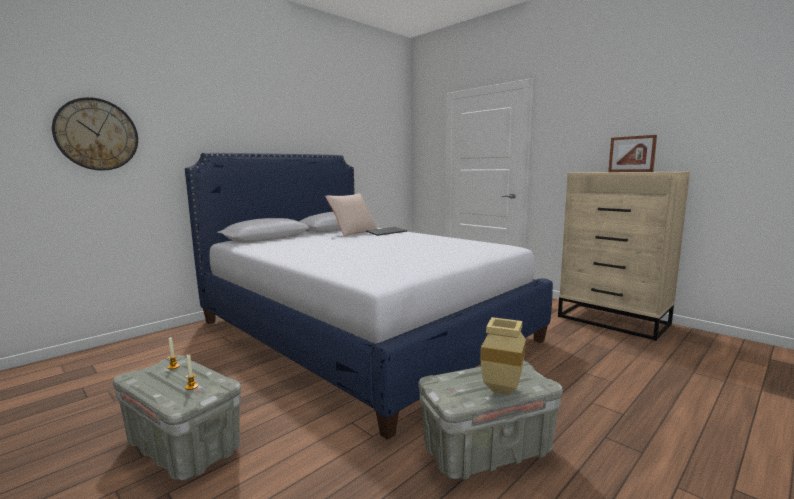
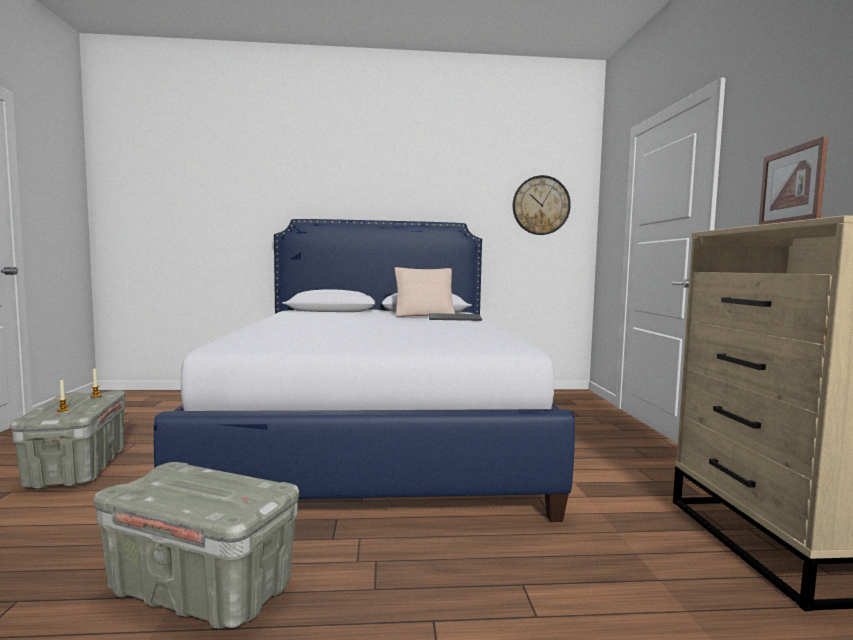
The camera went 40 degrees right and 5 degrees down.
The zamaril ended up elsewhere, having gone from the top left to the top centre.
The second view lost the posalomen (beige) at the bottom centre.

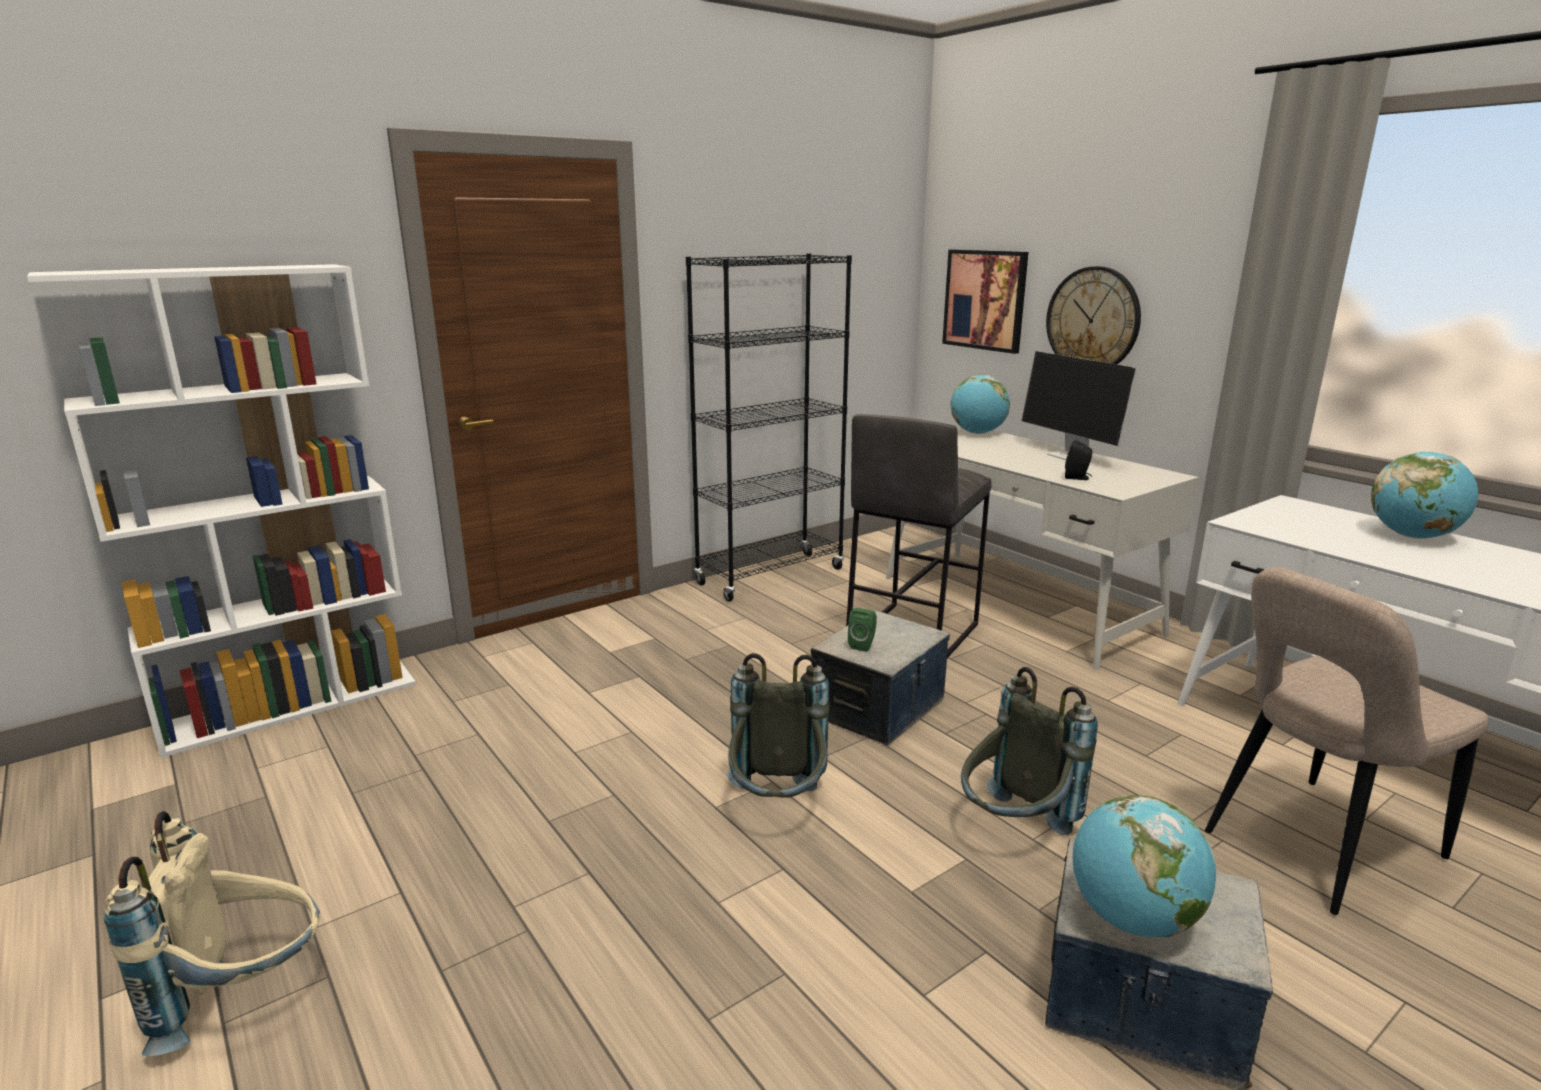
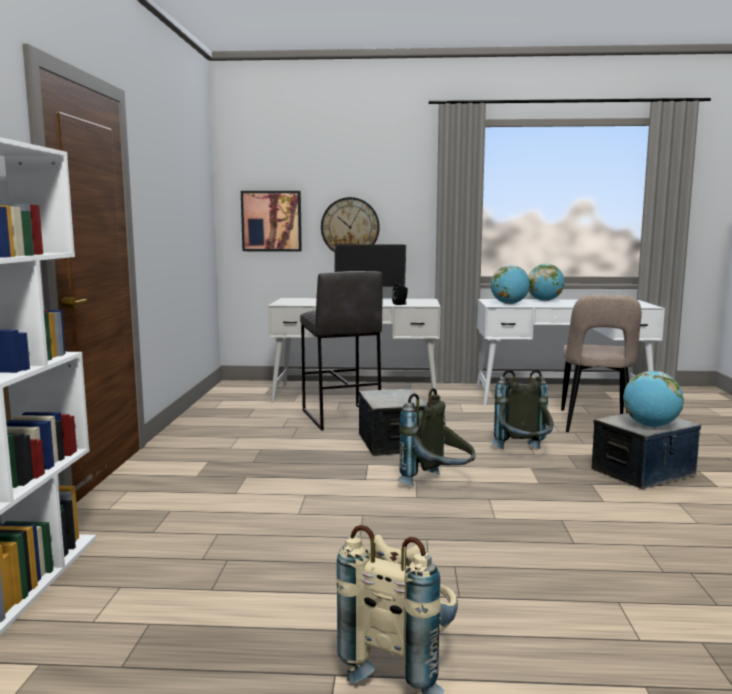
The camera went 50 degrees left and 10 degrees down.
The second view lost the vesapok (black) at the centre.
The second view lost the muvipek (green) at the centre.
The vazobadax (no. 1 from left) ended up elsewhere, having gone from the centre to the middle right.

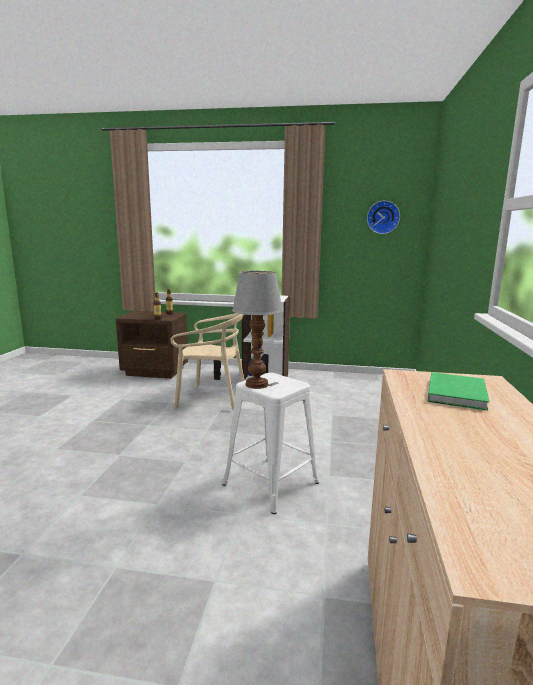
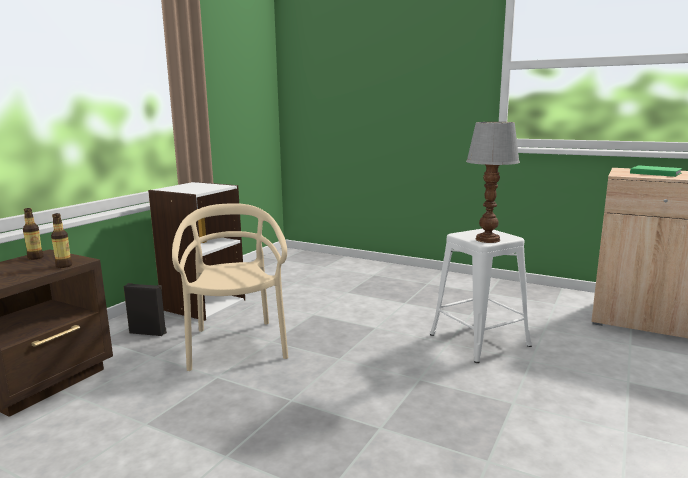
The camera went 70 degrees left and 0 degrees up.
The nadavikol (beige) at the centre ended up facing another way, 45 degrees counterclockwise from before.
The second view lost the zamaril at the top right.

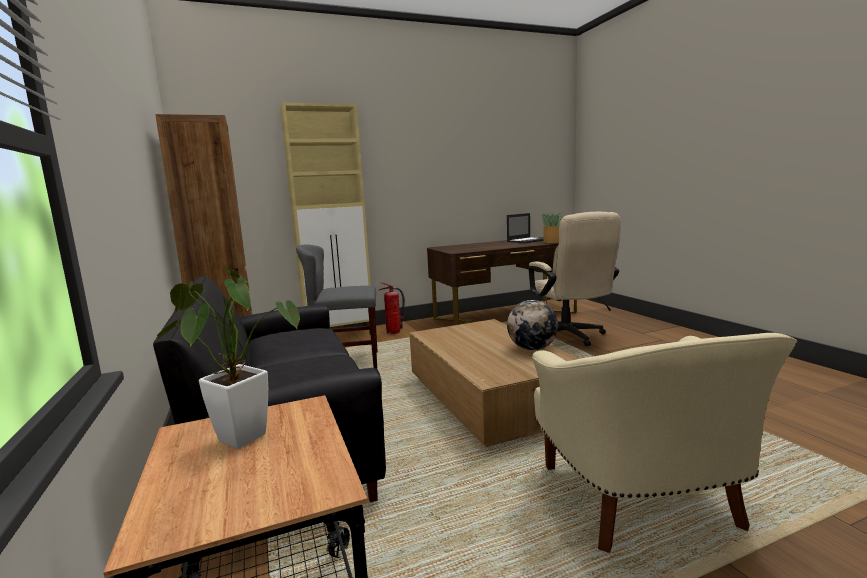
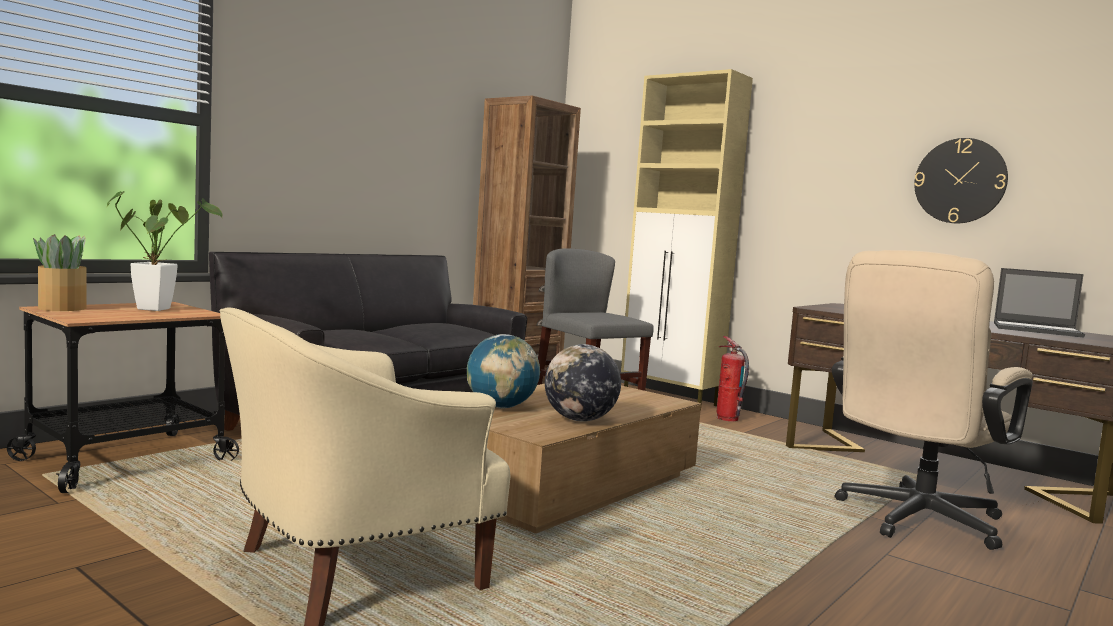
The camera went 60 degrees right and 5 degrees down.
The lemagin (no. 2 from left in the first image) ended up elsewhere, having gone from the centre to the middle left.
The second view gained the vazobadax (no. 1 from left) at the centre.
The second view gained the zamaril at the top right.

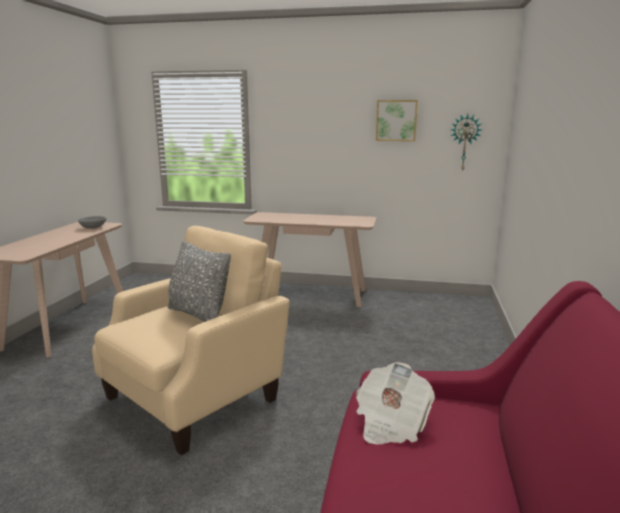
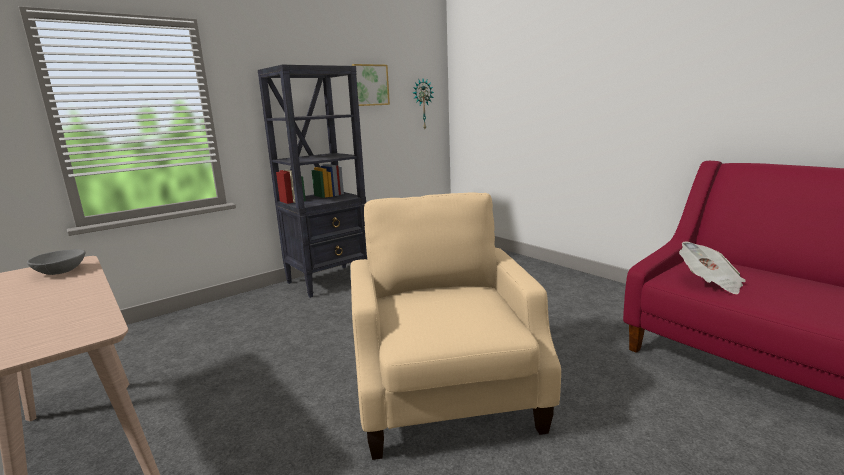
The camera went 50 degrees left and 0 degrees up.
The second view lost the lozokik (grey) at the middle left.
Where the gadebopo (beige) (no. 2 from left) stood at the centre, the vesapok (black) came to stand at the centre.

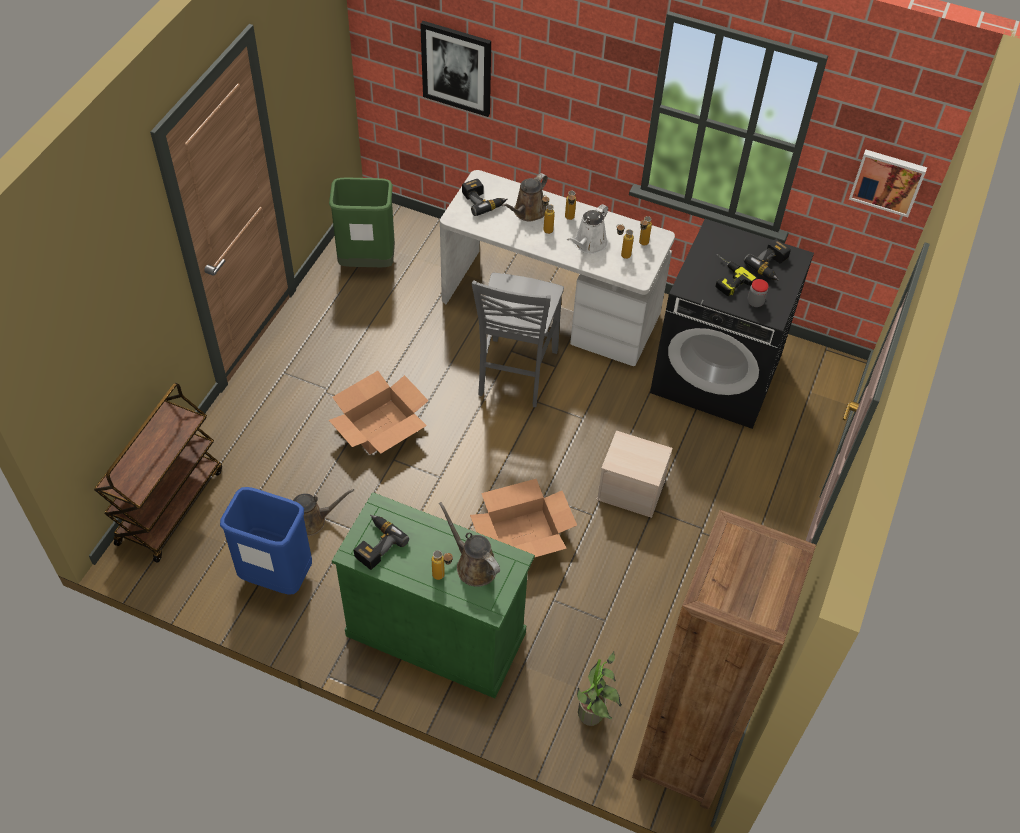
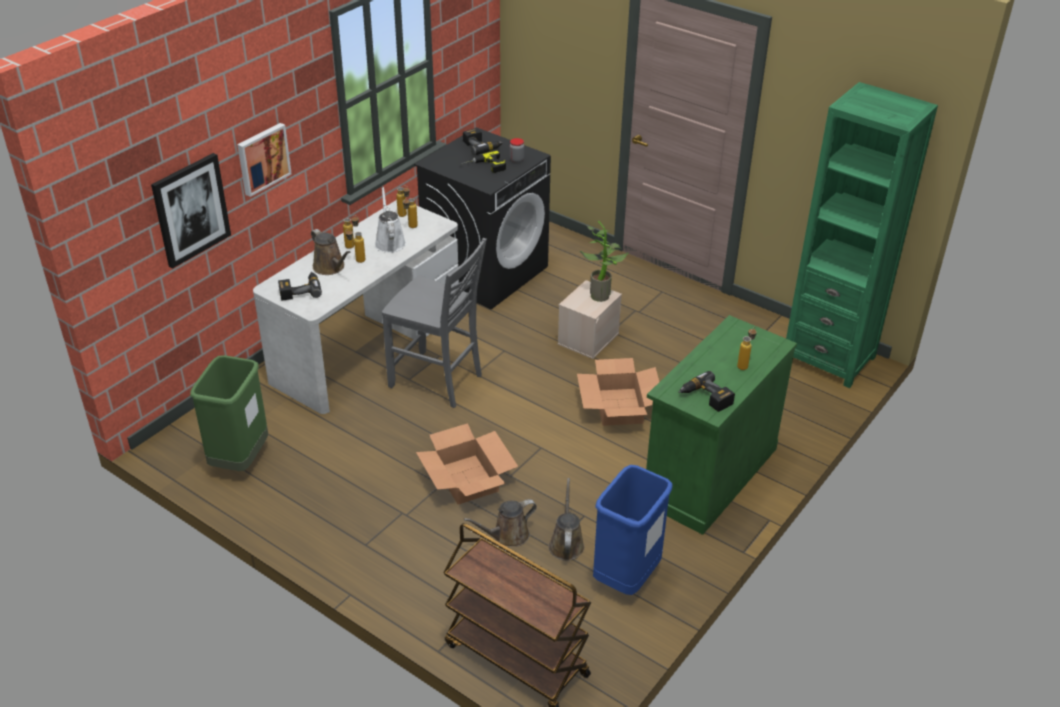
The camera went 75 degrees left and 15 degrees down.
The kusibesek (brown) (no. 2 from left) ended up elsewhere, having gone from the centre to the bottom centre.
The kusibesek (white) at the top centre ended up facing another way, 150 degrees counterclockwise from before.
The lemagin ended up elsewhere, having gone from the bottom centre to the centre.
What was the vesapok (brown) at the bottom right turned into the vesapok (green) at the top right.
The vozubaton (no. 2 from left) ended up elsewhere, having gone from the top right to the top left.

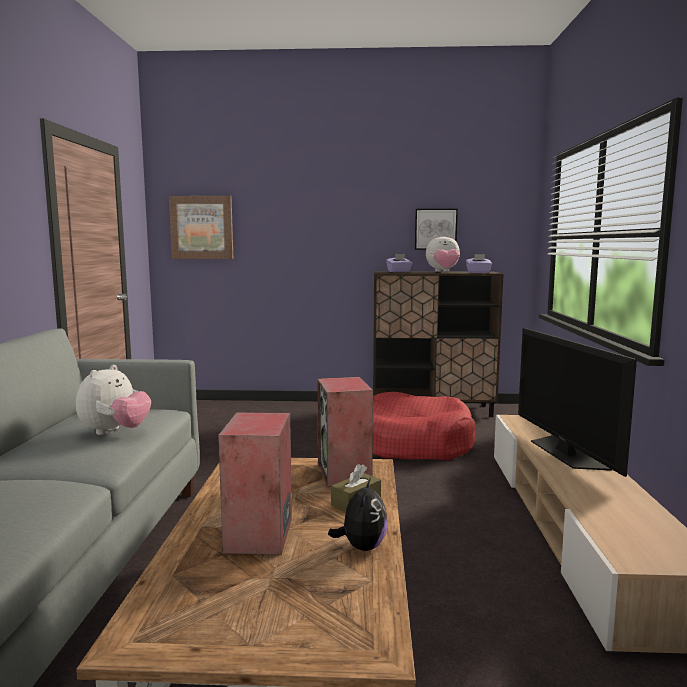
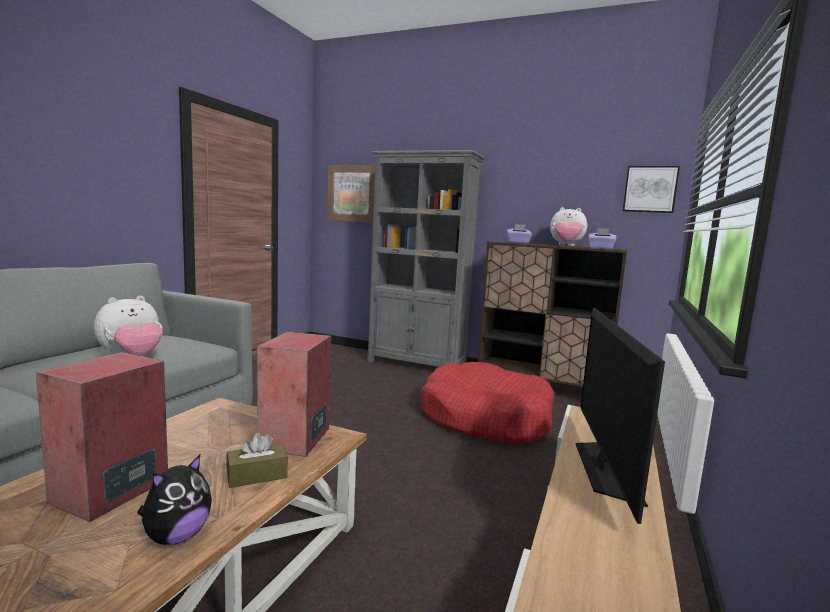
The camera went 20 degrees right and 0 degrees up.
The vozubaton (no. 2 from left) ended up elsewhere, having gone from the centre to the top right.
The second view gained the vesapok (grey) at the centre.

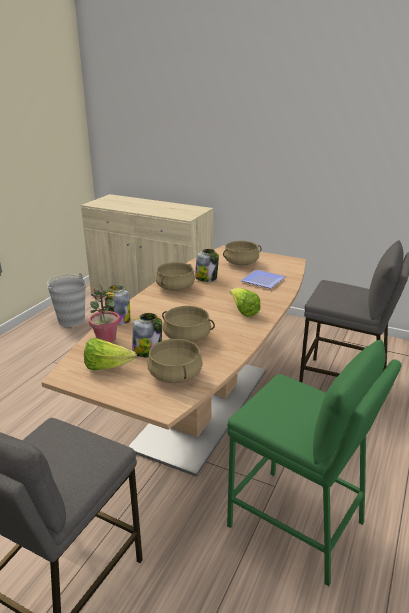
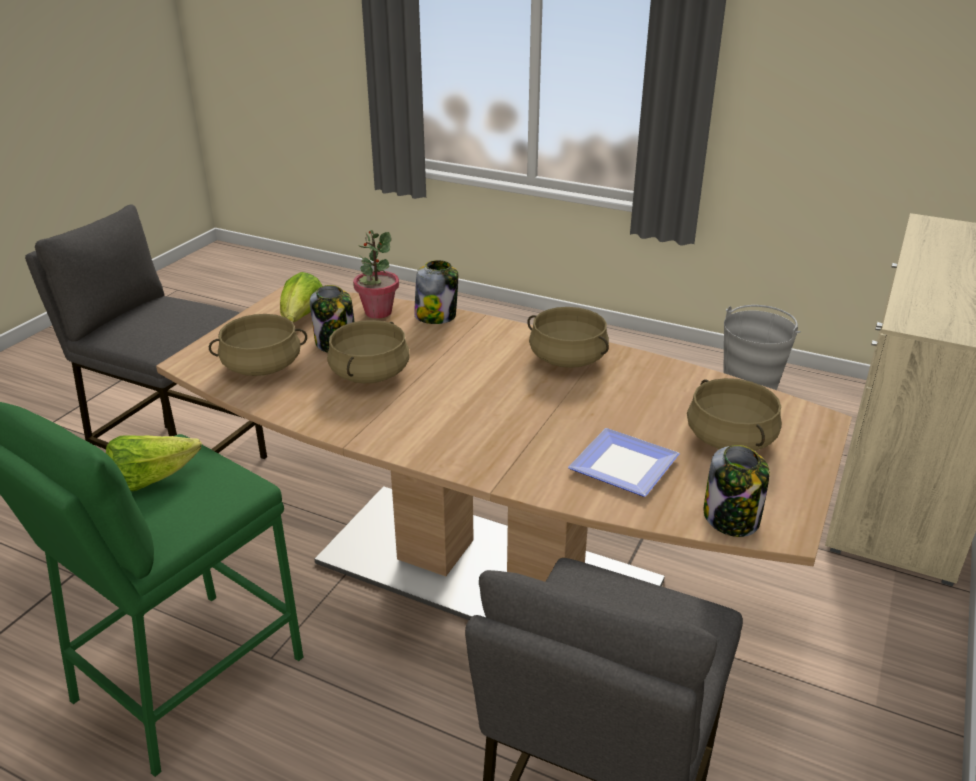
The camera went 90 degrees right and 5 degrees up.
The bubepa (no. 3 from left) ended up elsewhere, having gone from the centre to the middle right.
The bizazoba (no. 2 from left in the first image) ended up elsewhere, having gone from the centre to the middle left.

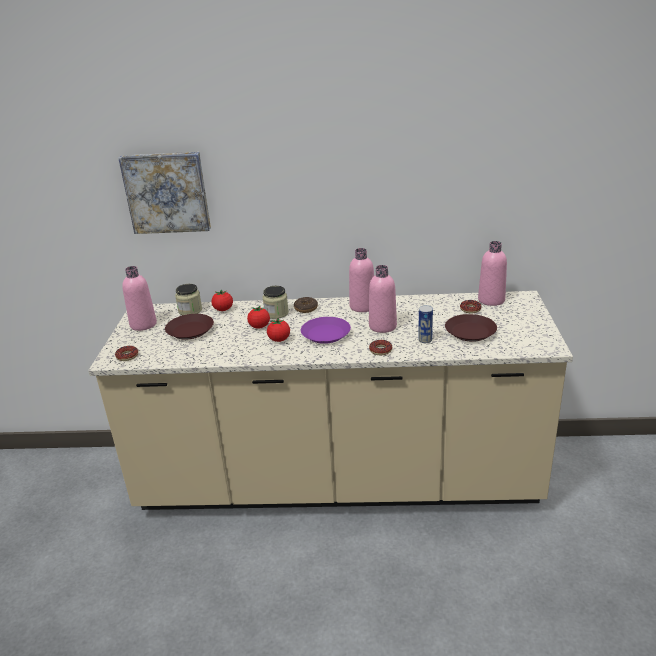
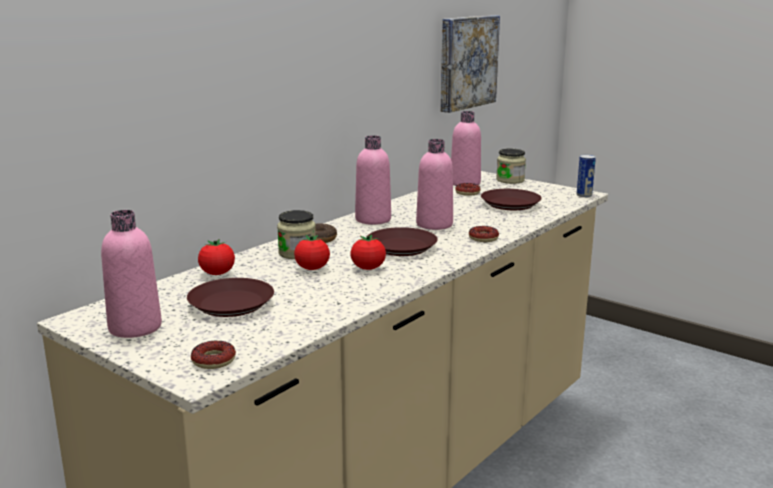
The camera went 55 degrees left and 10 degrees down.
The vozubaton ended up elsewhere, having gone from the top left to the top centre.
The bubepa (no. 1 from left in the first image) ended up elsewhere, having gone from the middle left to the centre.
What was the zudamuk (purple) at the centre turned into the zudamuk (brown) (no. 2 from left) at the centre.
The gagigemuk ended up elsewhere, having gone from the centre to the middle right.

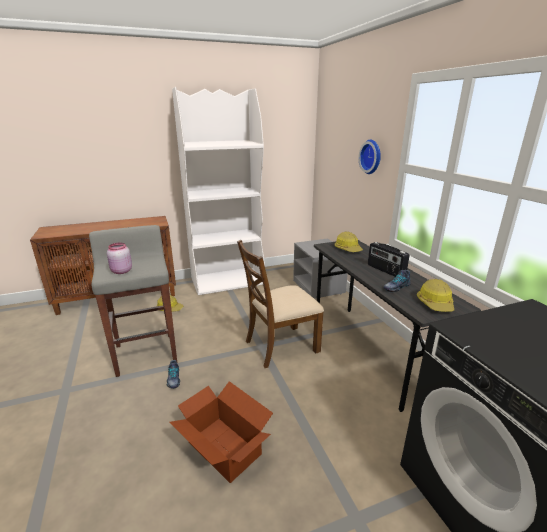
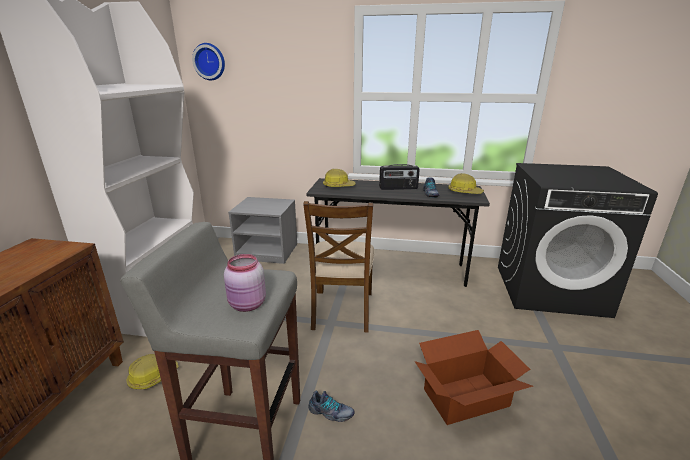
The camera went 60 degrees left and 0 degrees up.
The zamaril ended up elsewhere, having gone from the top right to the top left.

